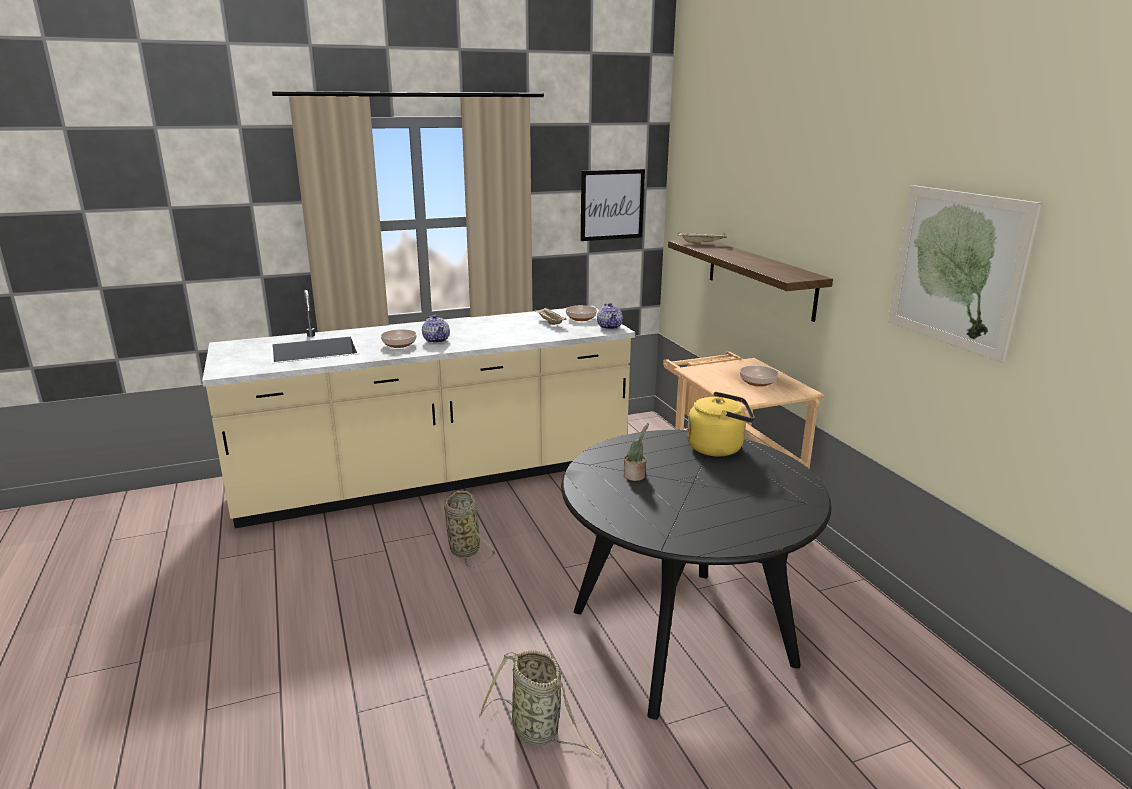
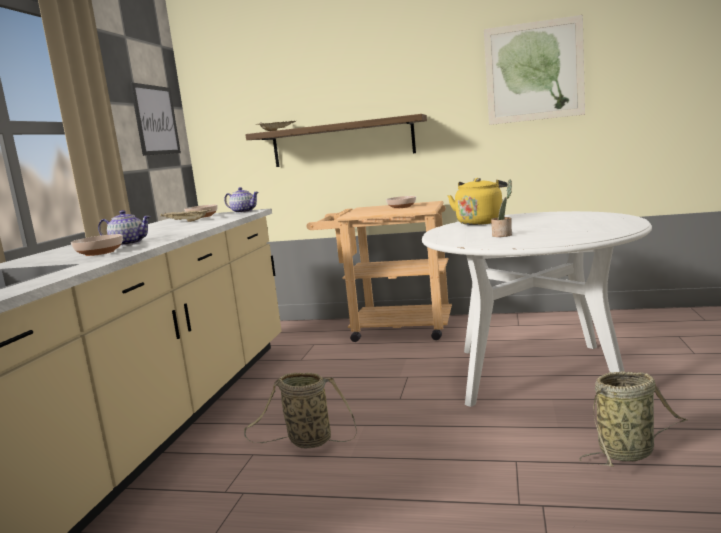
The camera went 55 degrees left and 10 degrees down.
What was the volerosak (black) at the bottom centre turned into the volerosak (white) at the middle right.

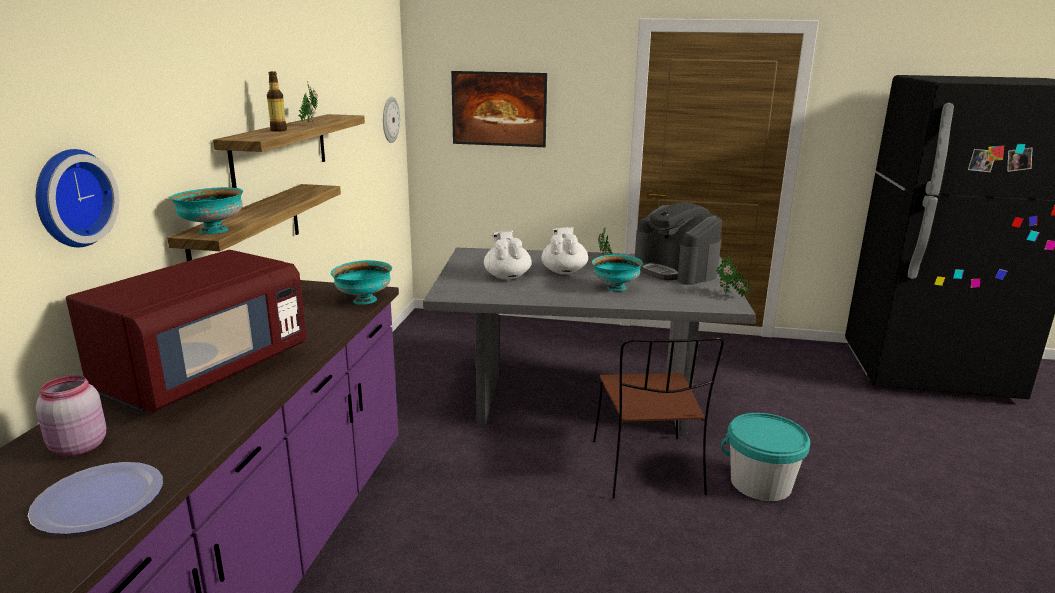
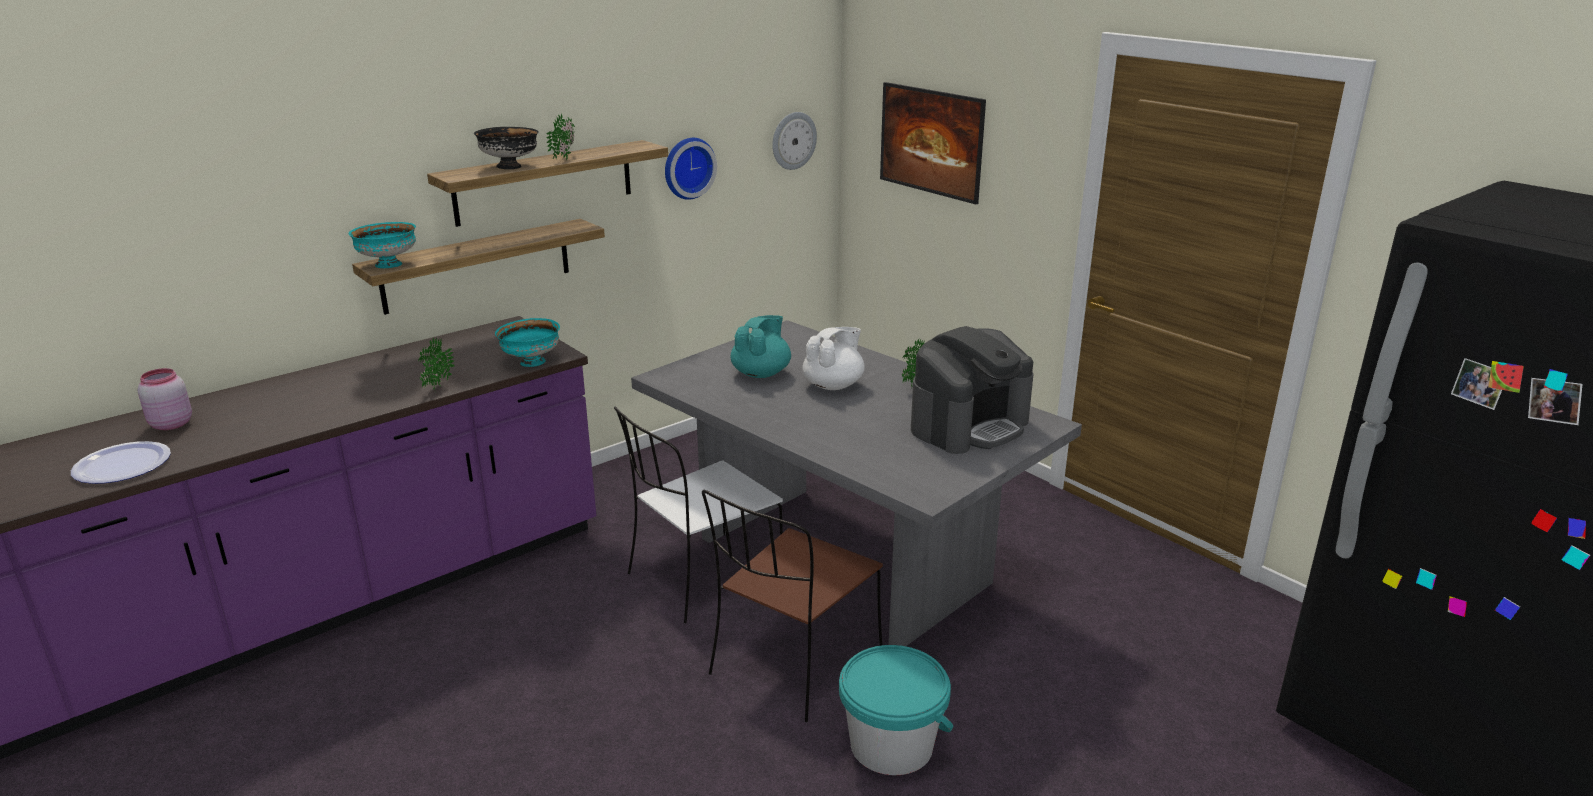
The camera went 40 degrees right and 5 degrees up.
The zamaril (no. 1 from left) ended up elsewhere, having gone from the middle left to the top centre.
The second view lost the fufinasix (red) at the middle left.
Where the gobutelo stood at the top left, the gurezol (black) came to stand at the top left.
What was the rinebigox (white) (no. 1 from left) at the centre turned into the rinebigox (turquoise) at the centre.
The second view lost the gurezol (turquoise) (no. 3 from left) at the centre.
The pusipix at the centre ended up facing another way, 135 degrees counterclockwise from before.
The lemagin (no. 3 from left in the first image) ended up elsewhere, having gone from the middle right to the middle left.
The second view gained the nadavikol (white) at the centre.

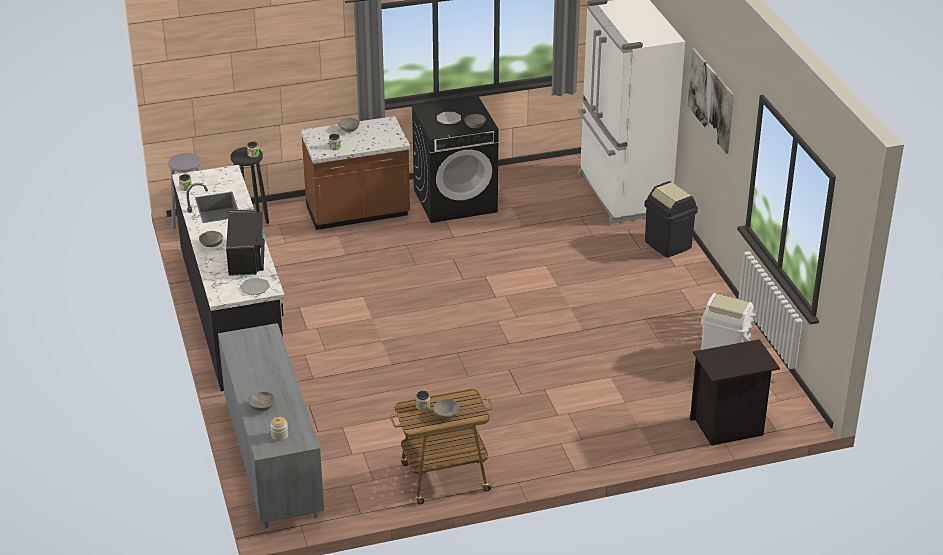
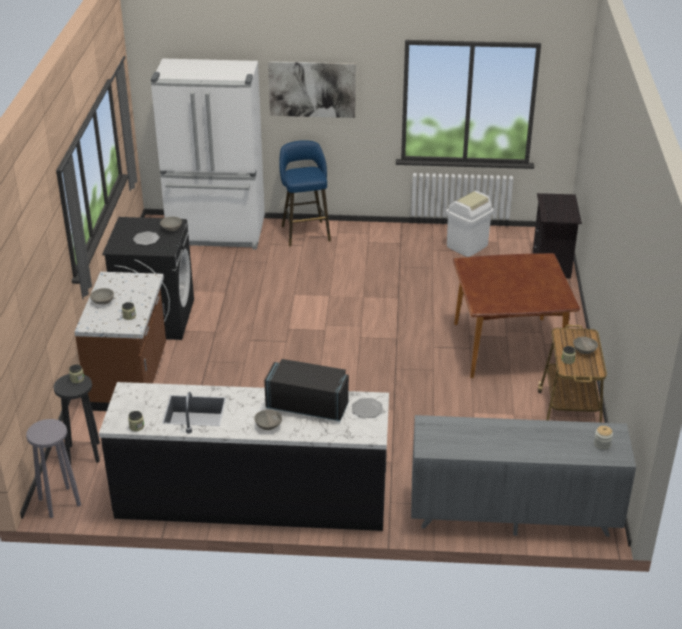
The camera went 70 degrees left and 0 degrees up.
The second view lost the gurezol (grey) (no. 2 from left) at the bottom left.
Where the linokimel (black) stood at the middle right, the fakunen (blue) came to stand at the top centre.
The second view gained the volerosak (brown) at the middle right.

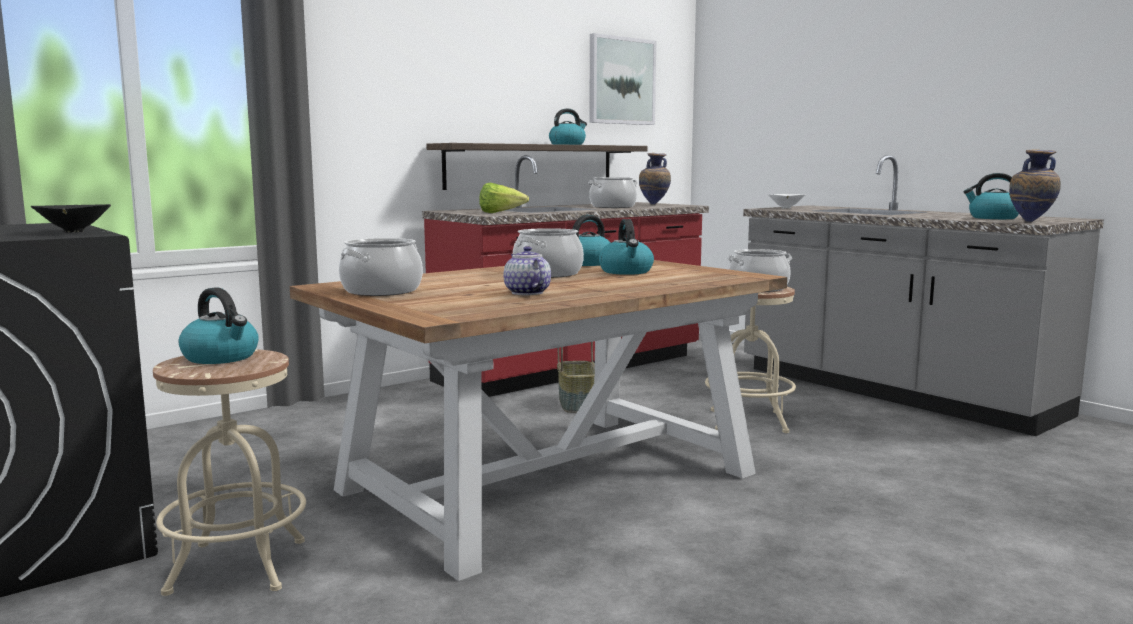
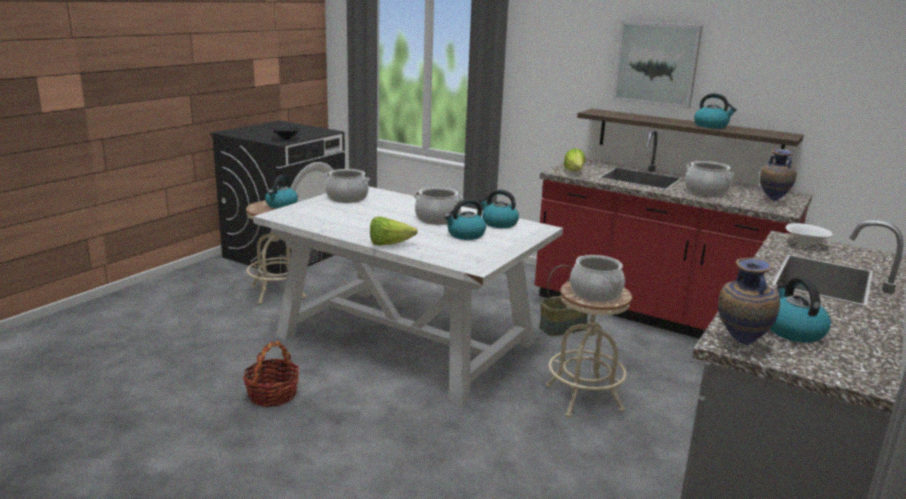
The camera went 70 degrees right and 10 degrees up.
What was the volerosak (brown) at the bottom centre turned into the volerosak (white) at the centre.
The second view lost the rinebigox at the centre.
The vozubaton ended up elsewhere, having gone from the top centre to the top right.
The second view gained the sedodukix (no. 1 from left) at the bottom left.
The second view gained the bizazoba (no. 1 from left) at the centre.

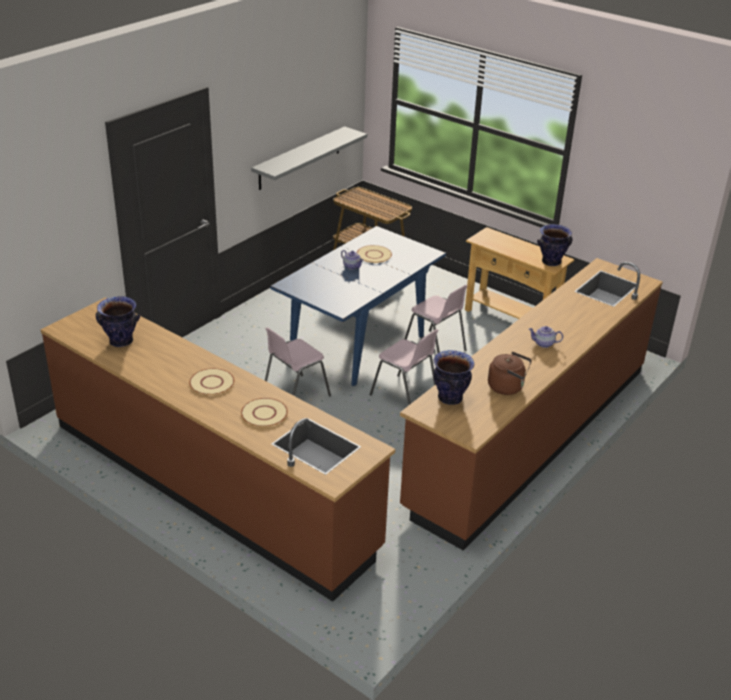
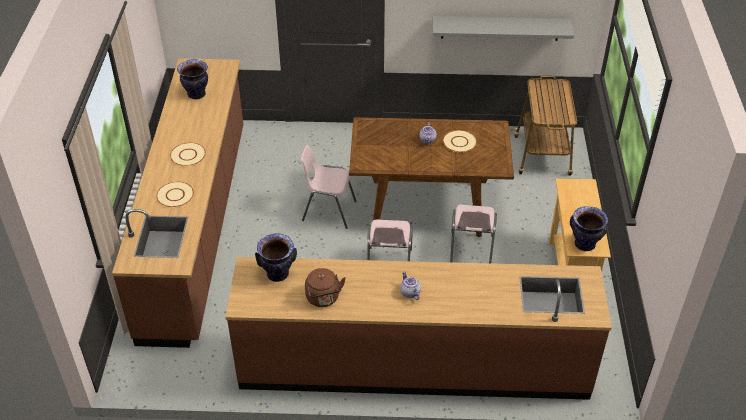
The camera went 55 degrees right and 10 degrees up.
What was the volerosak (blue) at the centre turned into the volerosak (brown) at the centre.

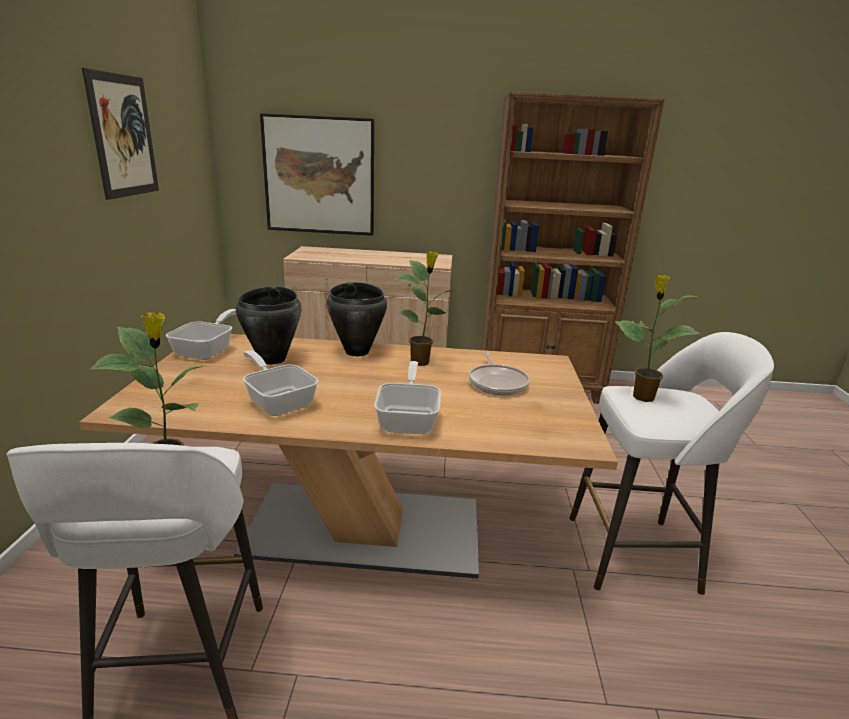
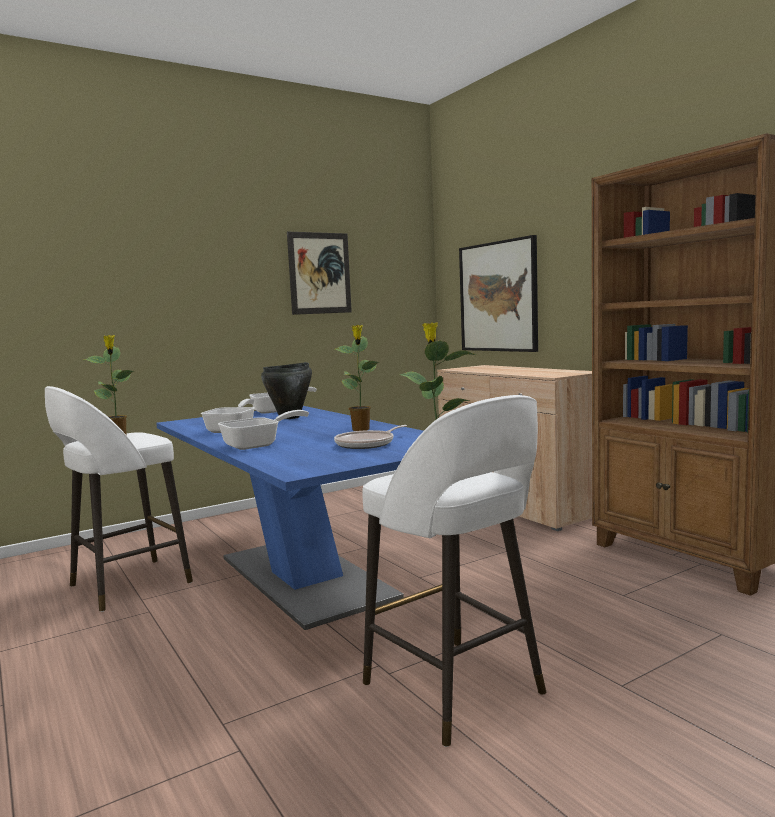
The camera went 55 degrees right and 15 degrees down.
What was the volerosak (beige) at the centre turned into the volerosak (blue) at the centre.
The second view lost the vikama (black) (no. 2 from left) at the centre.

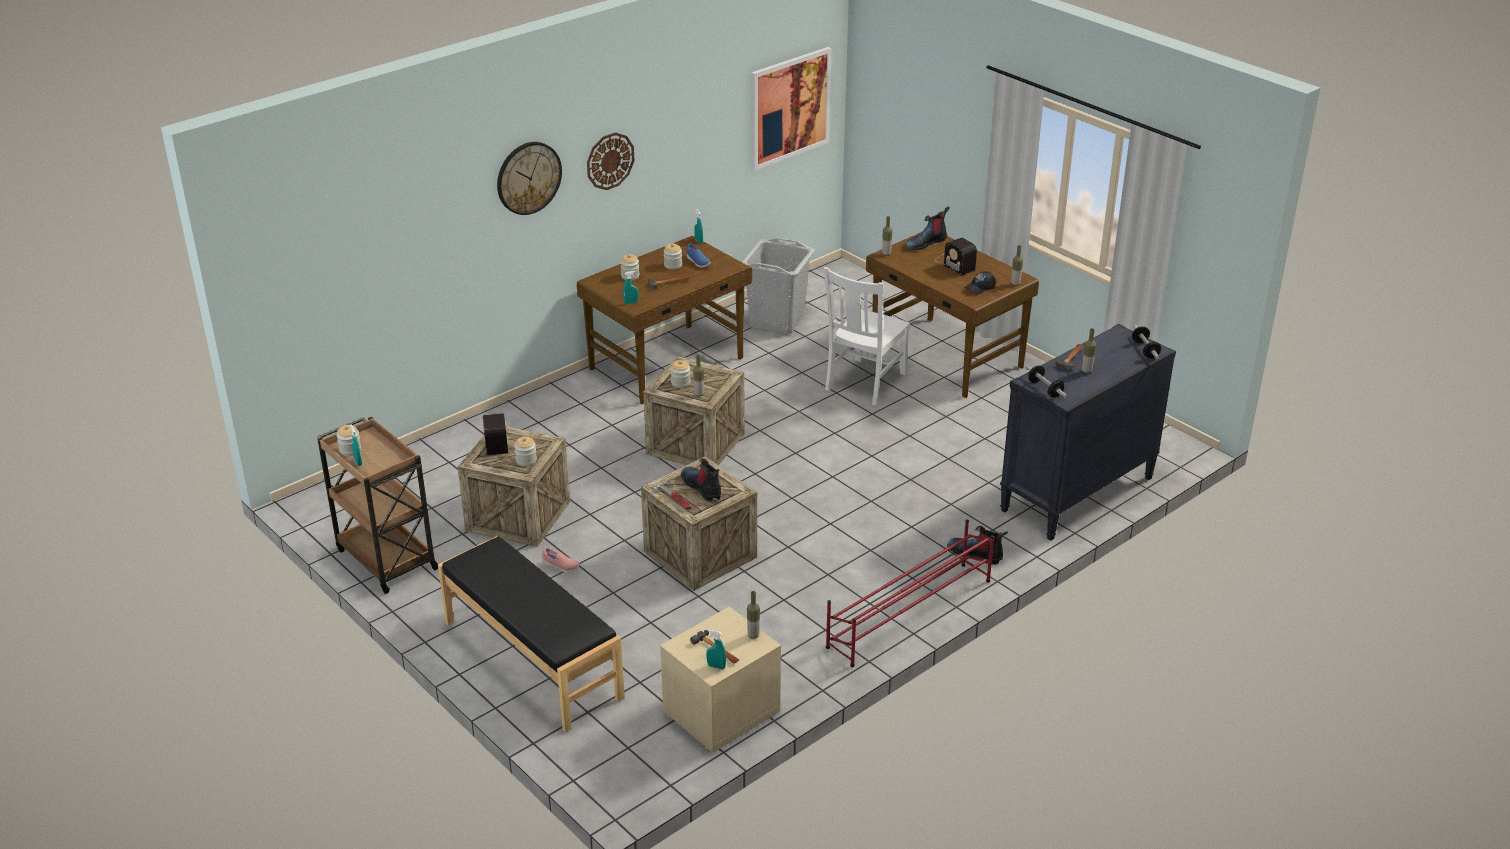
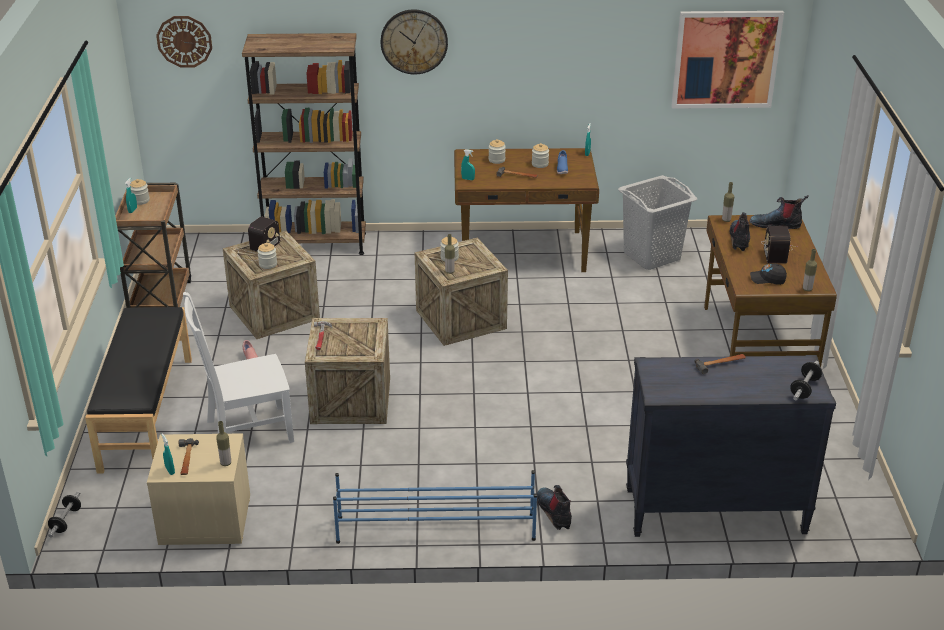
The camera went 40 degrees right and 0 degrees up.
The zamaril (no. 2 from left in the first image) ended up elsewhere, having gone from the top centre to the top left.
The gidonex (no. 1 from left in the first image) ended up elsewhere, having gone from the centre to the middle right.
The nadavikol (white) ended up elsewhere, having gone from the centre to the middle left.
What was the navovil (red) at the bottom centre turned into the navovil (blue) at the bottom centre.
The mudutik (no. 1 from left) ended up elsewhere, having gone from the middle right to the bottom left.
The second view lost the gobutelo (no. 5 from left) at the middle right.
The second view gained the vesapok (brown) at the top left.

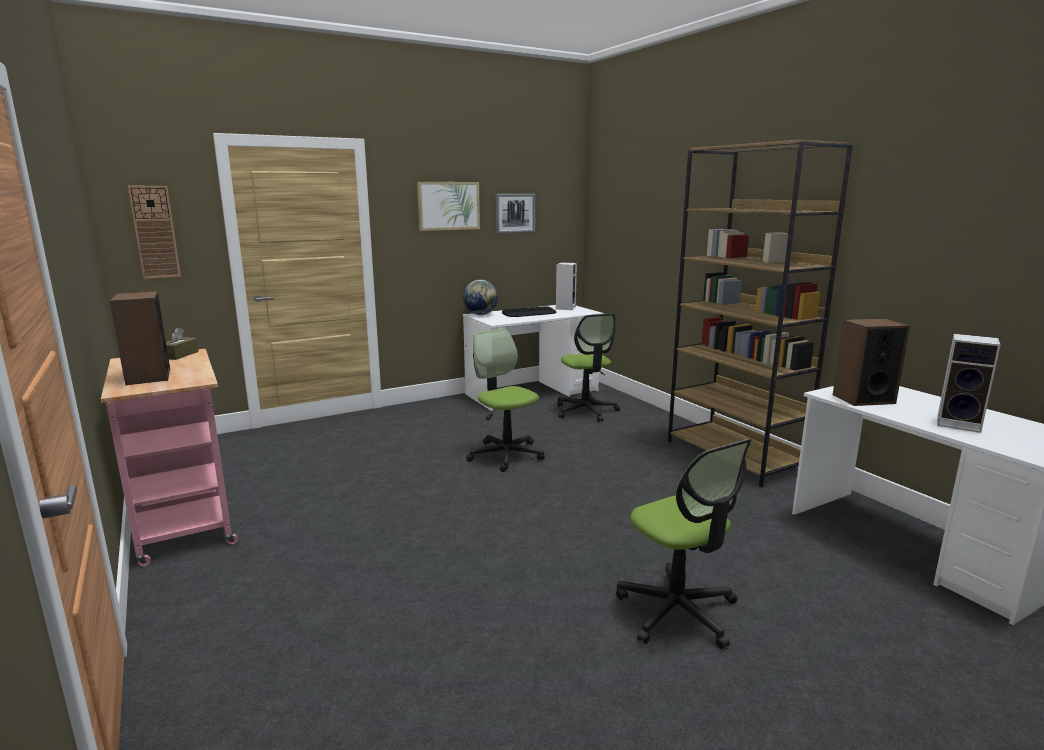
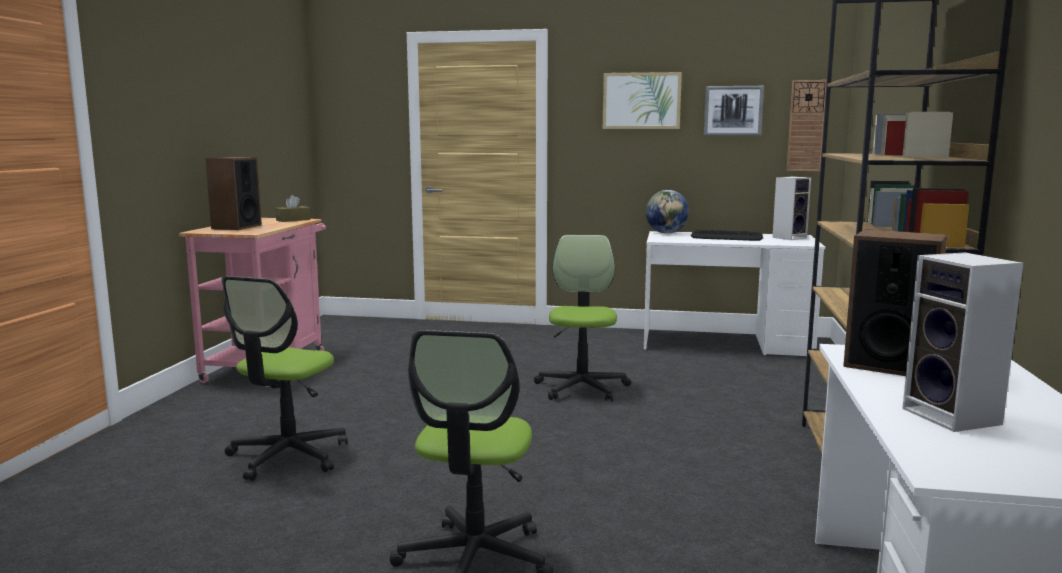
The camera went 40 degrees right and 5 degrees down.
The zamaril ended up elsewhere, having gone from the top left to the top right.
The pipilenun (no. 2 from left in the first image) ended up elsewhere, having gone from the centre to the middle left.

